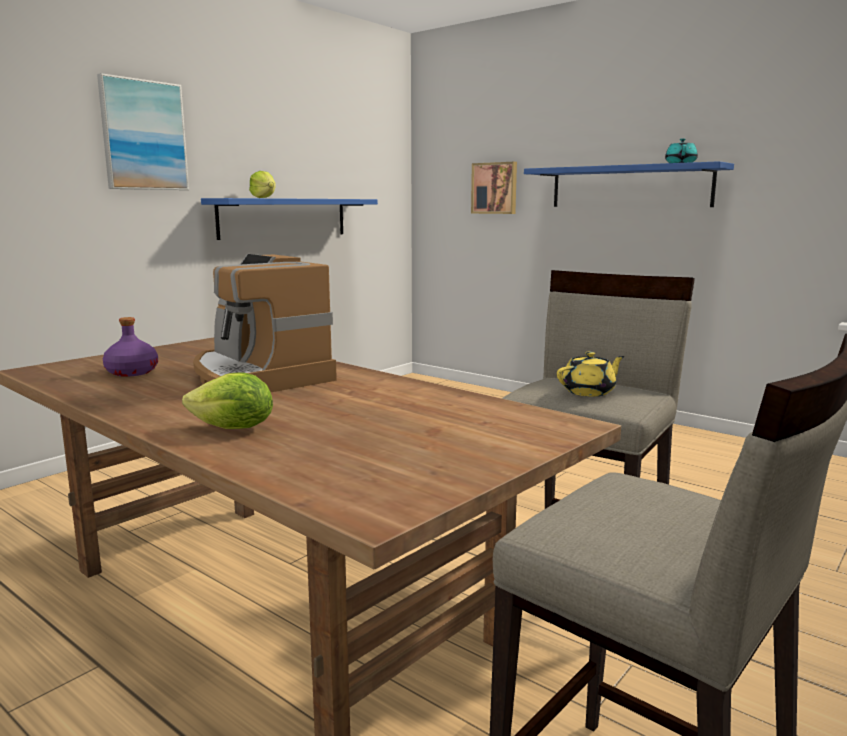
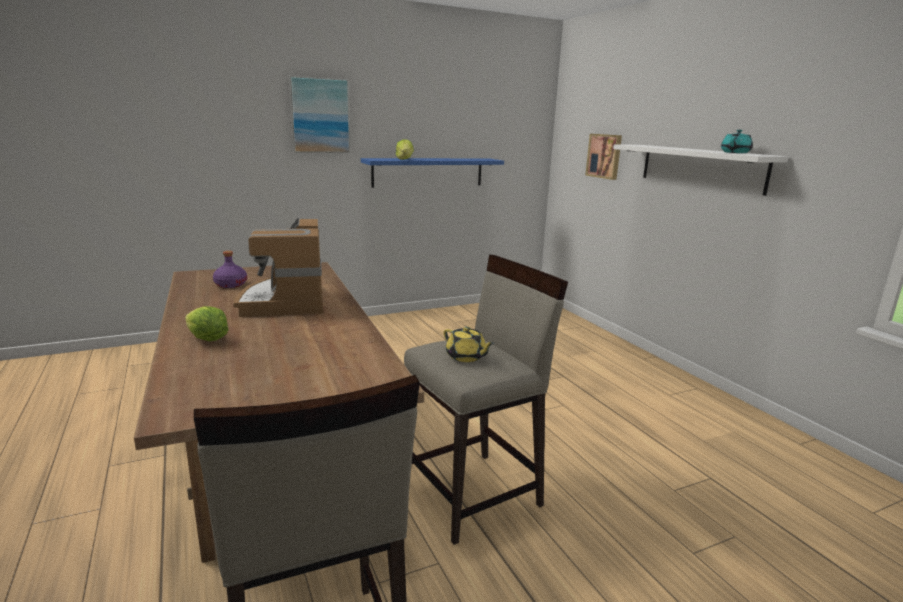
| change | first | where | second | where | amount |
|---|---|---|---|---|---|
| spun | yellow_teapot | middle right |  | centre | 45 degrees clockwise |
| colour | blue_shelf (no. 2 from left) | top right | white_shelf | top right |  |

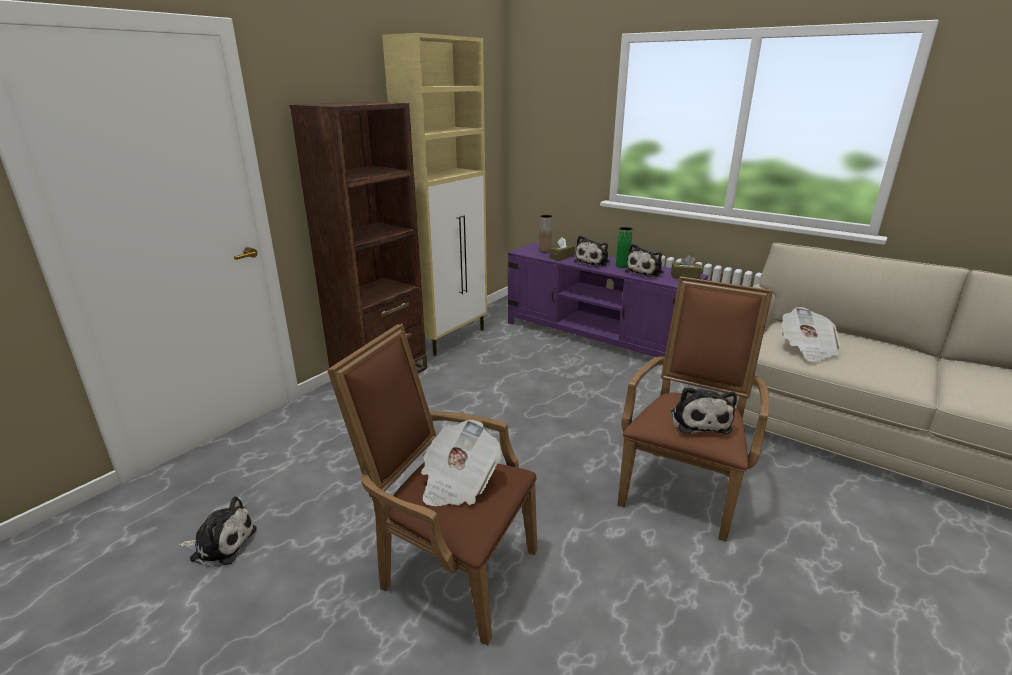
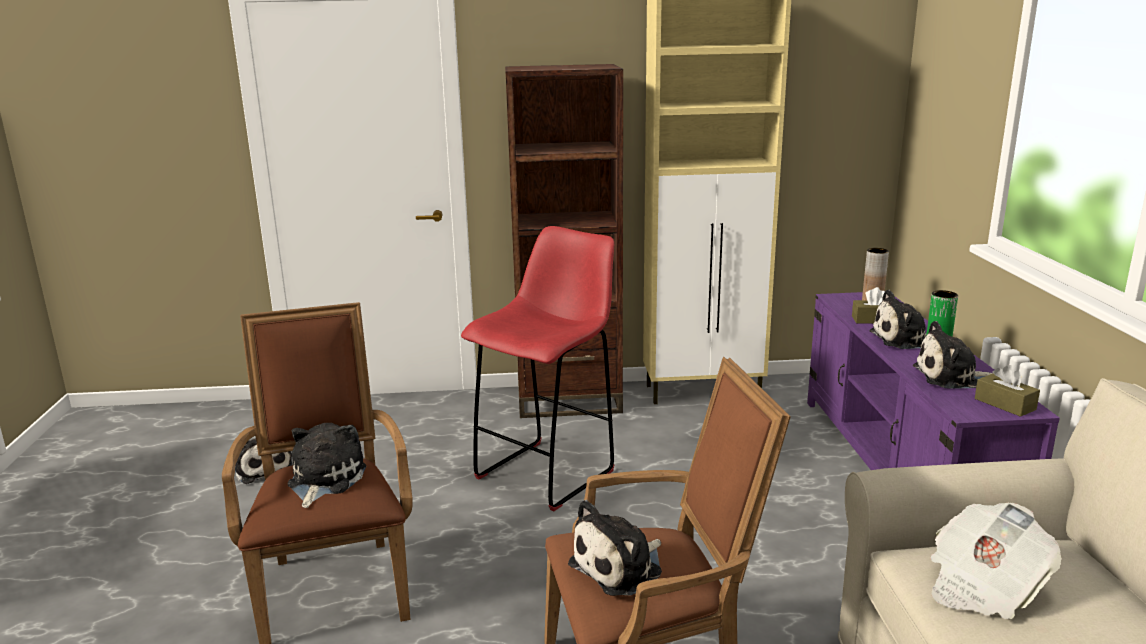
| change | first | where | second | where | amount |
|---|---|---|---|---|---|
| exchanged | newspaper (no. 1 from left) | bottom centre | plush_toy (no. 2 from left) | bottom left |  |
| appeared |  |  | red_stool | centre |  |

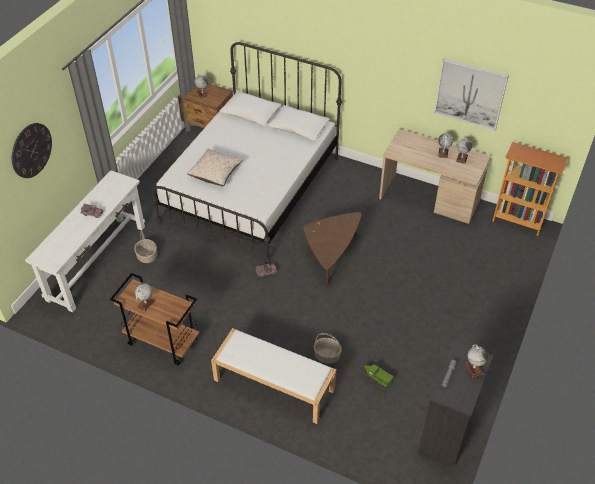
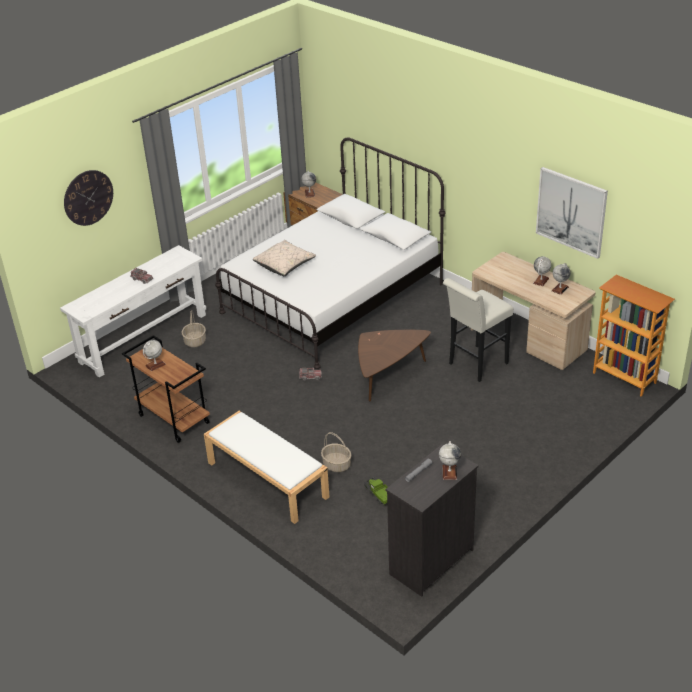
| change | first | where | second | where | amount |
|---|---|---|---|---|---|
| appeared |  |  | white_stool | middle right |  |

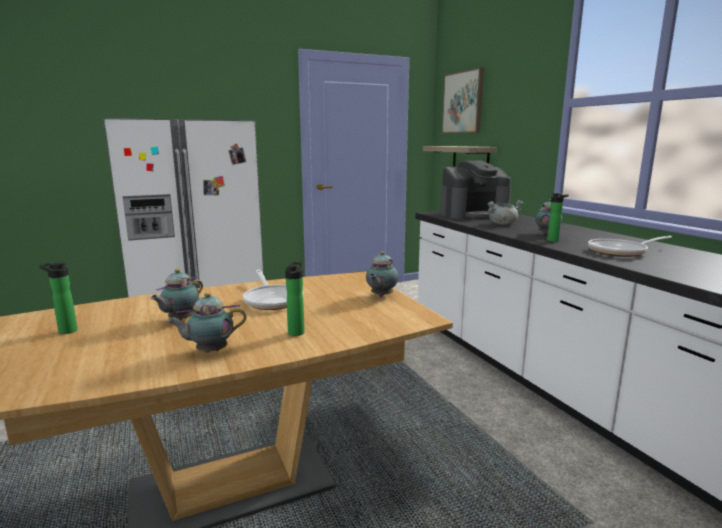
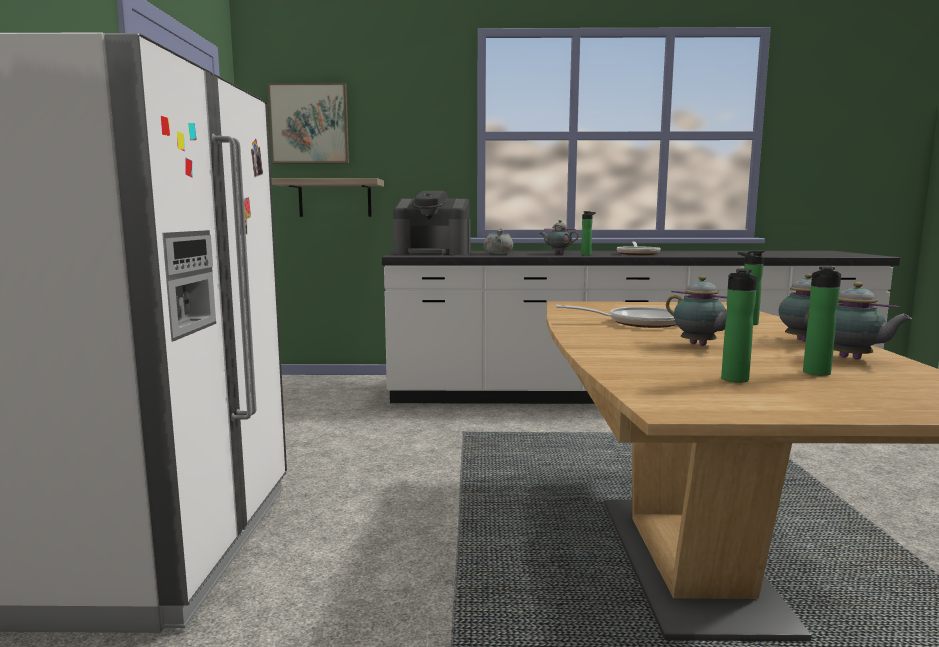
| change | first | where | second | where | amount |
|---|---|---|---|---|---|
| spun | coffee_machine | centre |  | centre | 90 degrees clockwise |
| appeared |  |  | bottle (no. 4 from left) | middle right |  |
| relocated | teapot (no. 3 from left in the first image) | centre | teapot (no. 4 from left) | middle right |  |

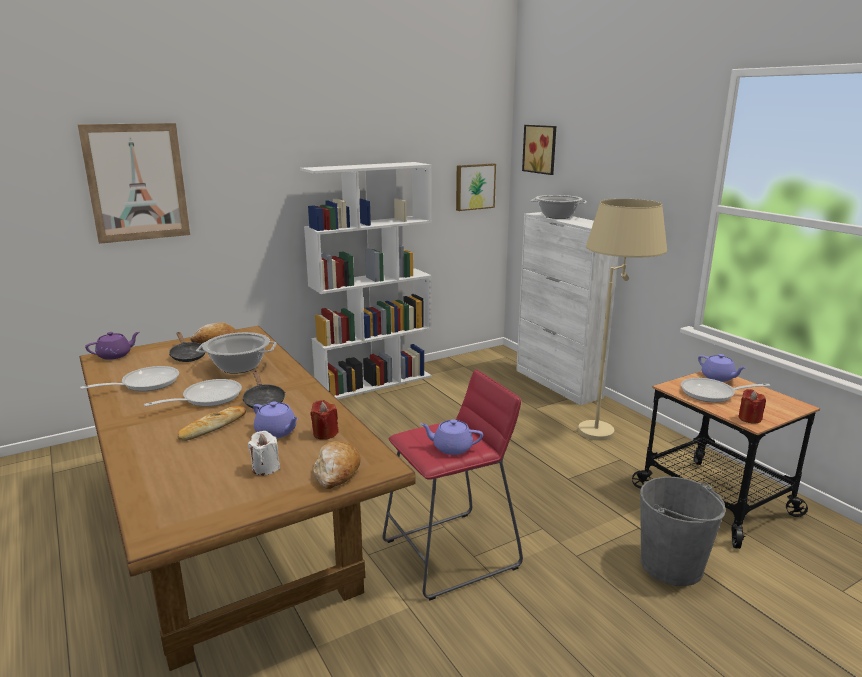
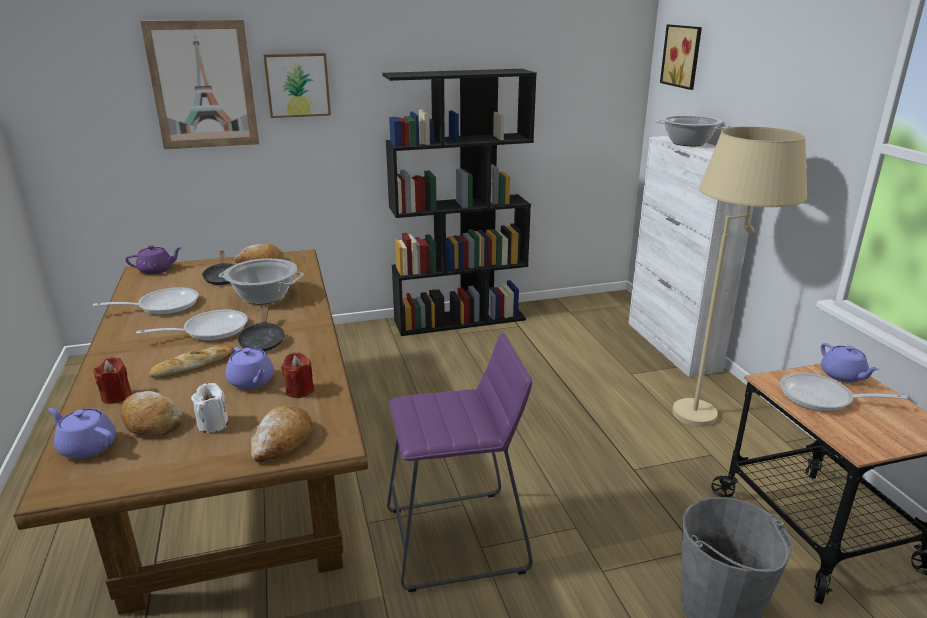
| change | first | where | second | where | amount |
|---|---|---|---|---|---|
| relocated | purple_teapot (no. 3 from left in the first image) | centre | purple_teapot (no. 1 from left) | bottom left |  |
| relocated | red_candle (no. 2 from left in the first image) | middle right | red_candle (no. 1 from left) | middle left |  |
| appeared |  |  | bread (no. 1 from left) | bottom left |  |
| relocated | picture (no. 2 from left) | top centre |  | top left |  |
| colour | white_bookcase | centre | black_bookcase | top centre |  |
| colour | red_stool | bottom centre | purple_stool | bottom centre |  |

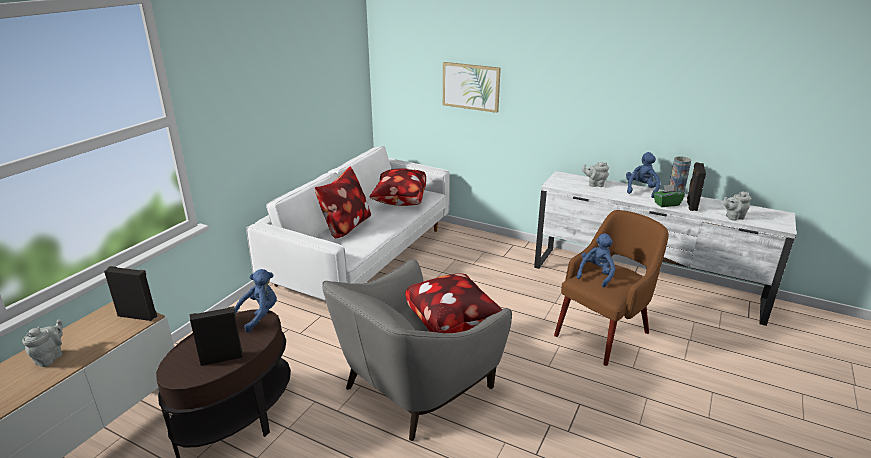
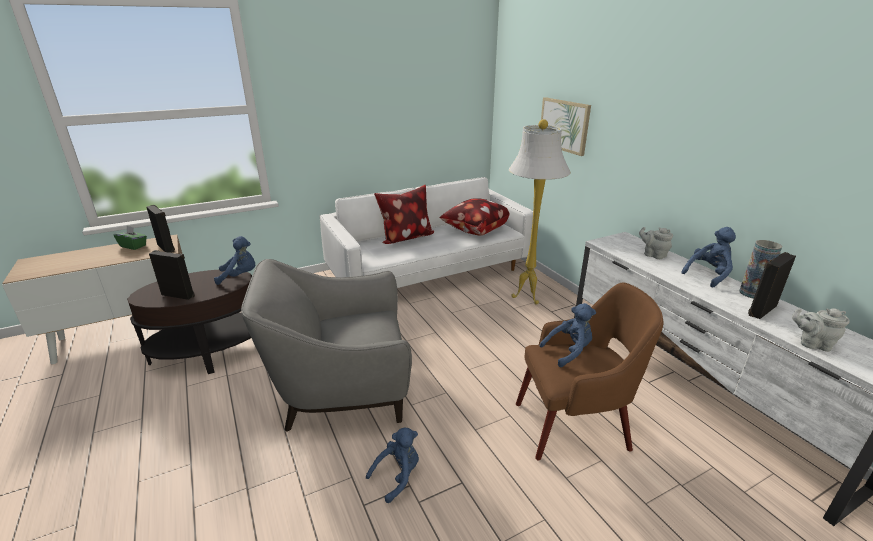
| change | first | where | second | where | amount |
|---|---|---|---|---|---|
| relocated | green_tissue_box | middle right |  | middle left |  |
| appeared |  |  | blue_plush_toy (no. 2 from left) | bottom centre |  |
| appeared |  |  | white_floor_lamp | centre |  |
| missing | grey_teapot (no. 1 from left) | bottom left |  |  |  |
| missing | pillow (no. 3 from left) | centre |  |  |  |

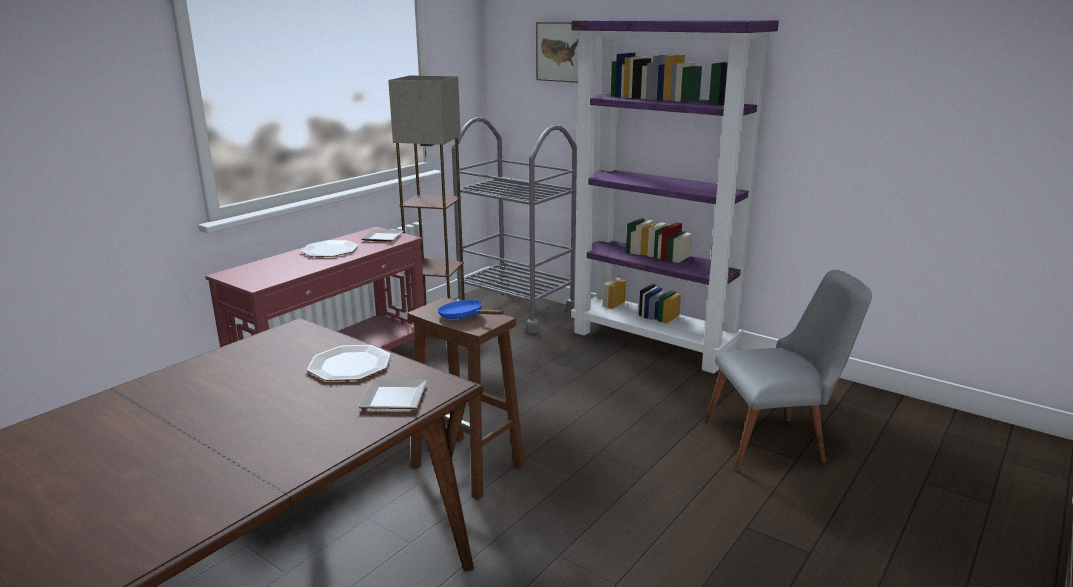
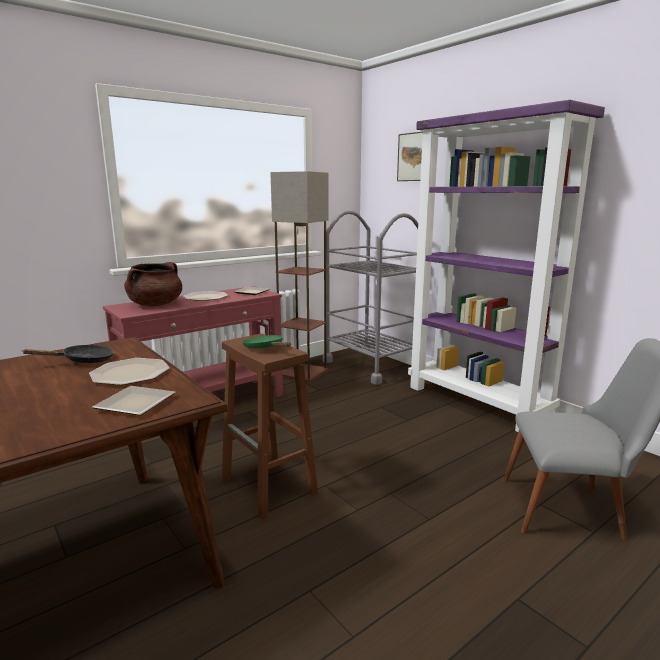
| change | first | where | second | where | amount |
|---|---|---|---|---|---|
| appeared |  |  | black_frying_pan | middle left |  |
| appeared |  |  | brown_cooking_pot | middle left |  |
| colour | blue_frying_pan | centre | green_frying_pan | centre |  |

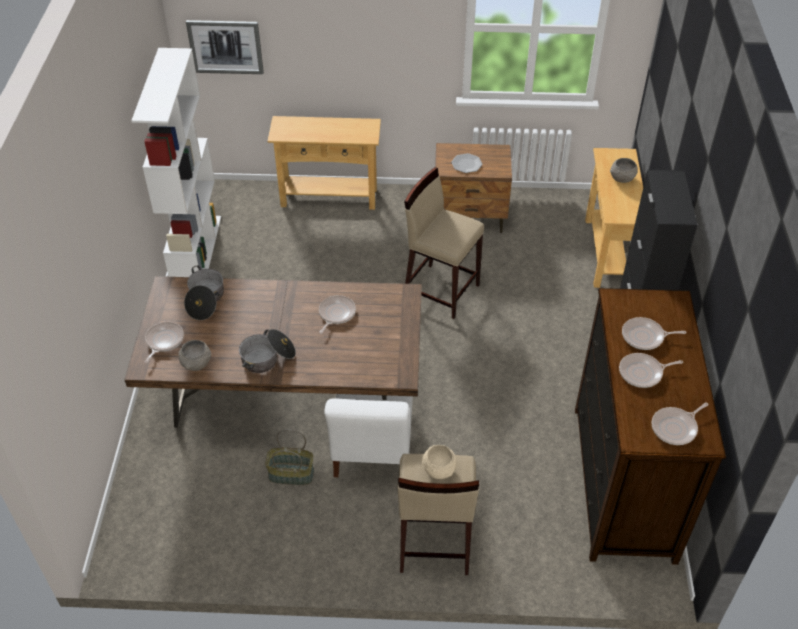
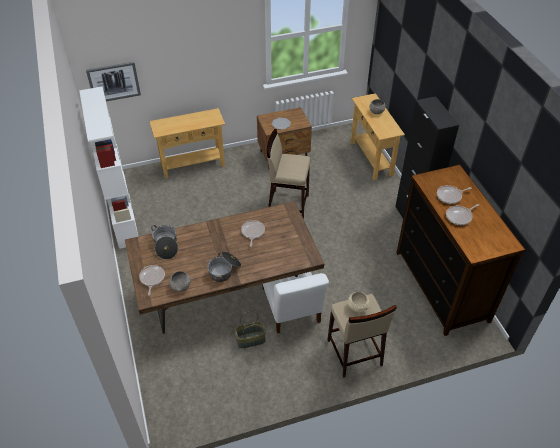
| change | first | where | second | where | amount |
|---|---|---|---|---|---|
| missing | frying_pan (no. 5 from left) | bottom right |  |  |  |

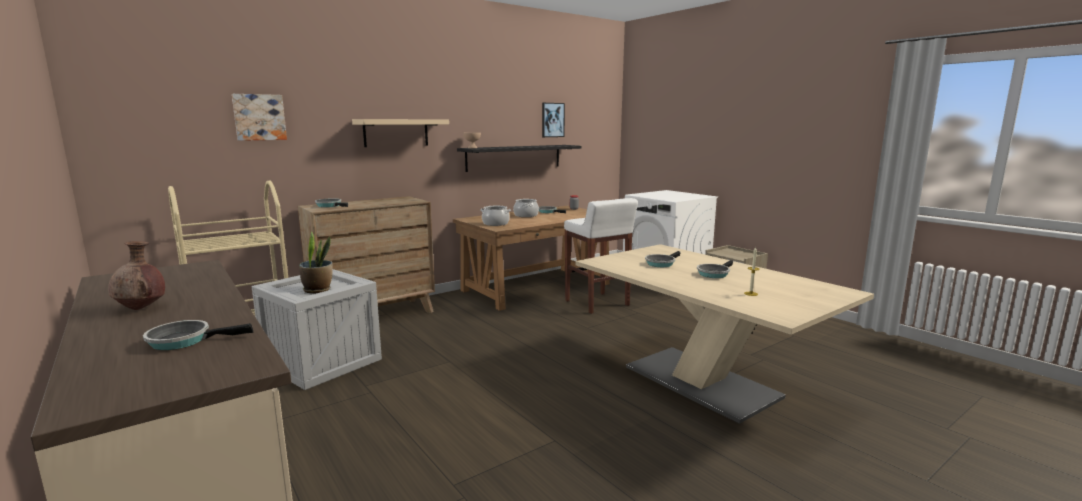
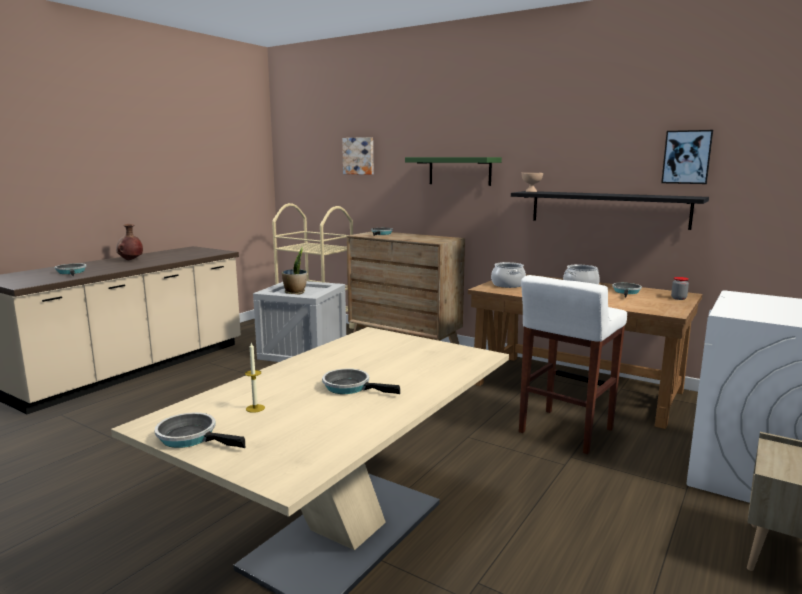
| change | first | where | second | where | amount |
|---|---|---|---|---|---|
| relocated | frying_pan (no. 4 from left in the first image) | centre | frying_pan (no. 2 from left) | bottom left |  |
| colour | beige_shelf | top centre | green_shelf | top centre |  |

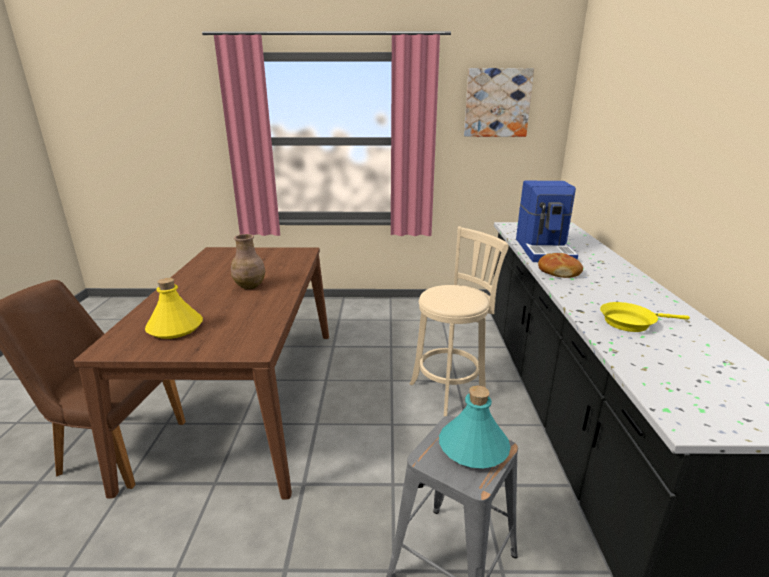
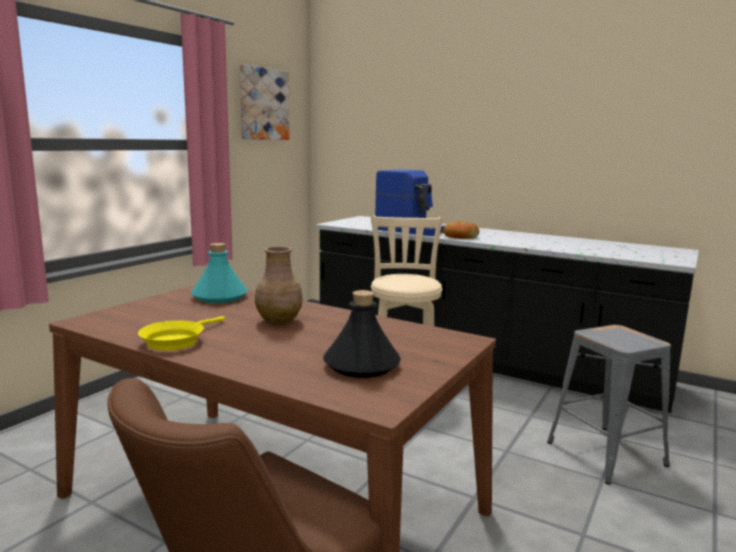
| change | first | where | second | where | amount |
|---|---|---|---|---|---|
| relocated | yellow_frying_pan | middle right |  | middle left |  |
| relocated | turquoise_bottle | bottom centre |  | middle left |  |
| colour | yellow_bottle | middle left | black_bottle | centre |  |

